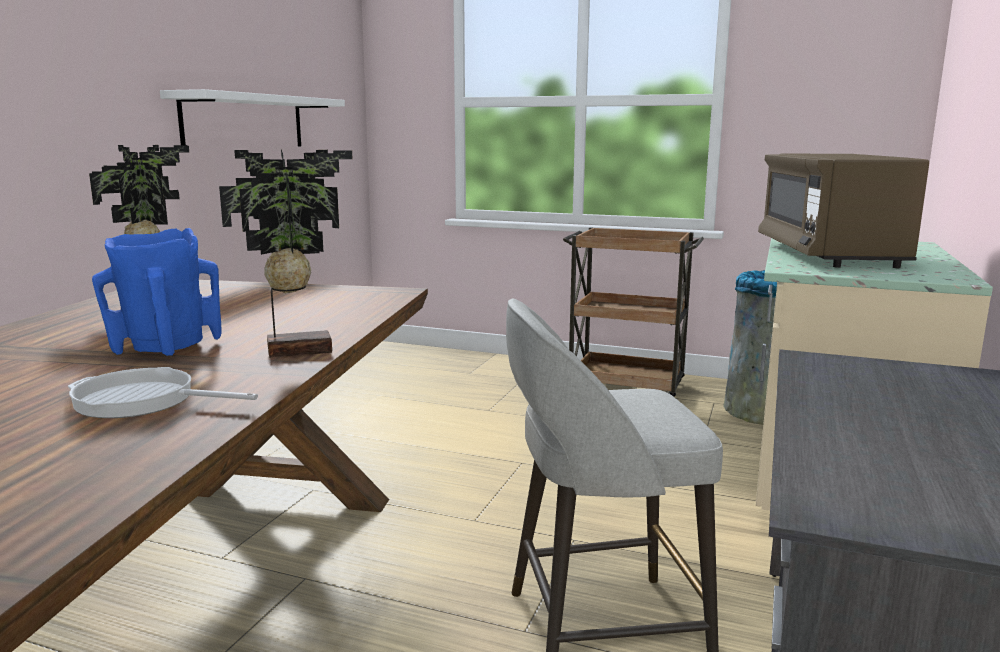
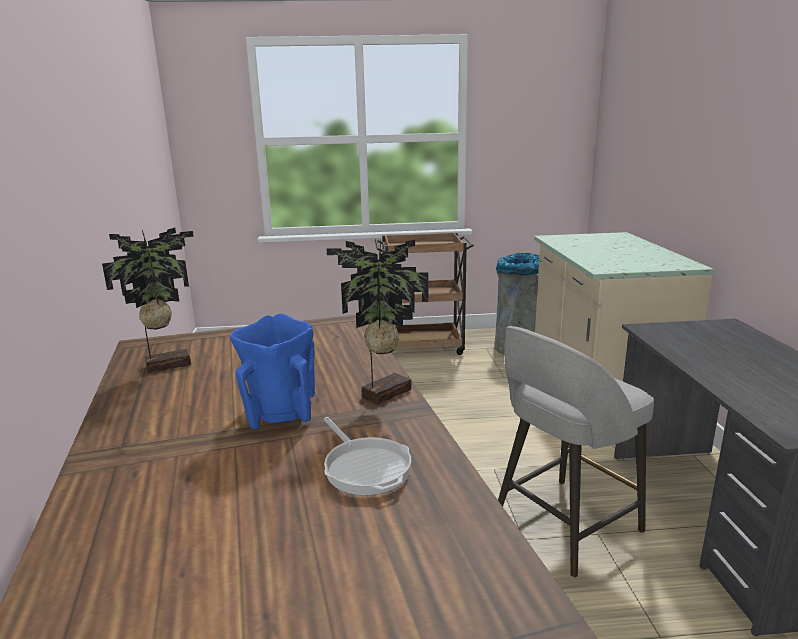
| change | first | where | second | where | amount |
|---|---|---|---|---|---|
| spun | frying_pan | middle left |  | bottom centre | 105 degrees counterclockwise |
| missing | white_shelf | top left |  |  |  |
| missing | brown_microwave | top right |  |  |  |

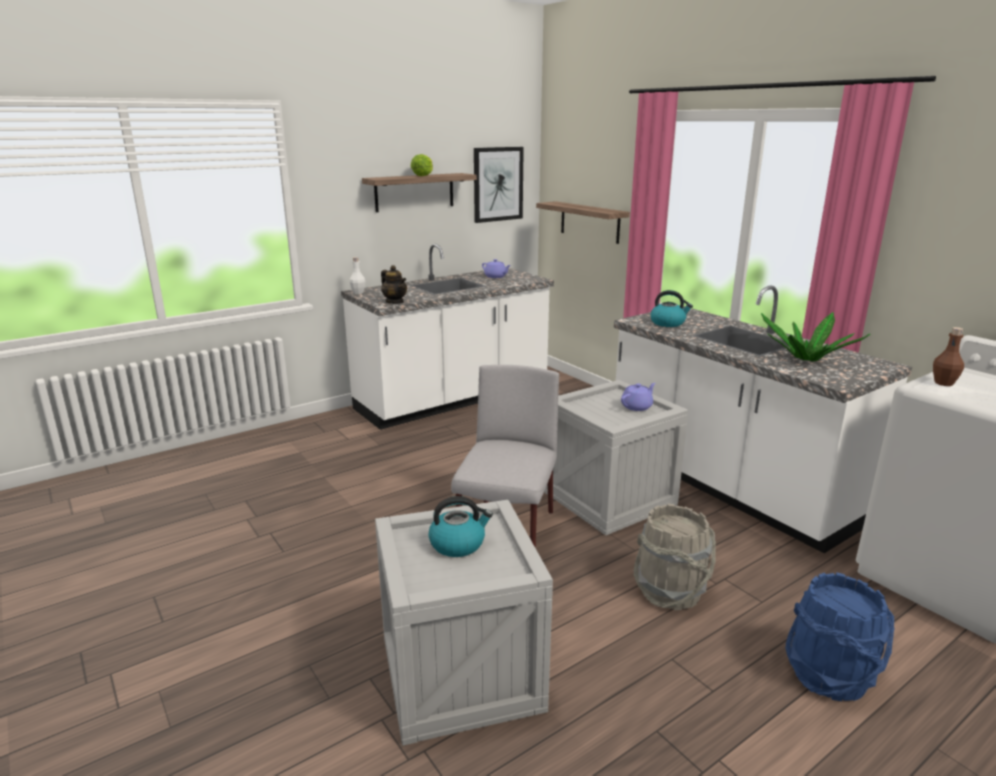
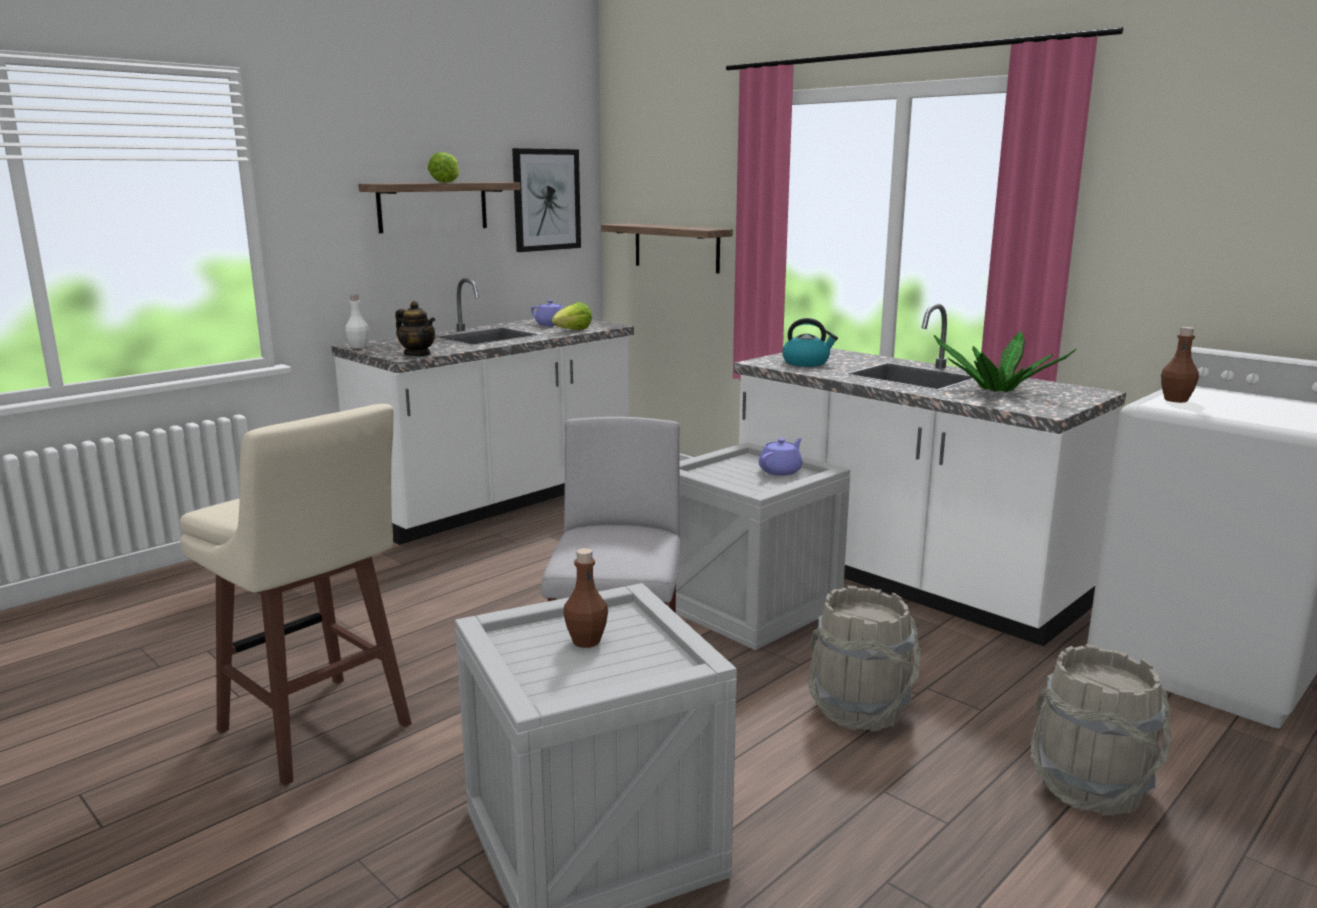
| change | first | where | second | where | amount |
|---|---|---|---|---|---|
| appeared |  |  | beige_stool | middle left |  |
| appeared |  |  | lettuce (no. 2 from left) | centre |  |
| exchanged | kettle (no. 1 from left) | bottom centre | brown_bottle (no. 1 from left) | centre |  |
| colour | blue_bucket | bottom right | grey_bucket (no. 2 from left) | bottom right |  |

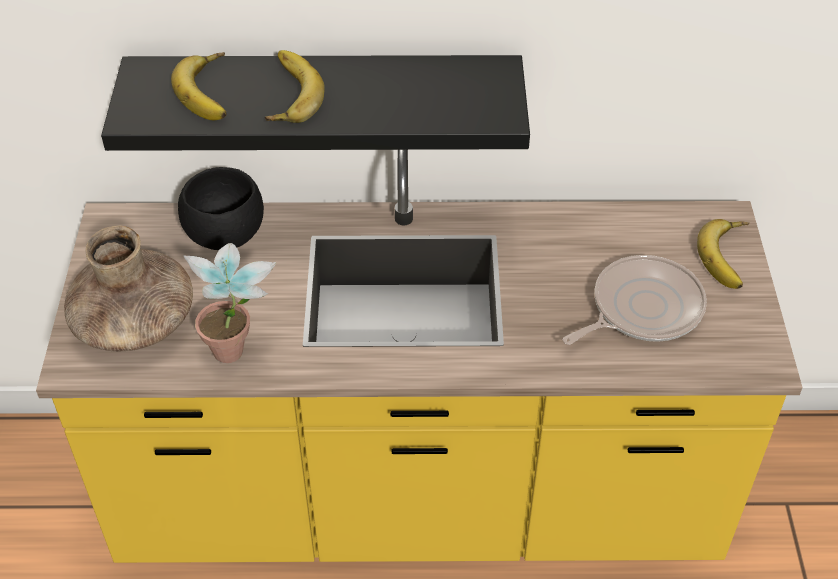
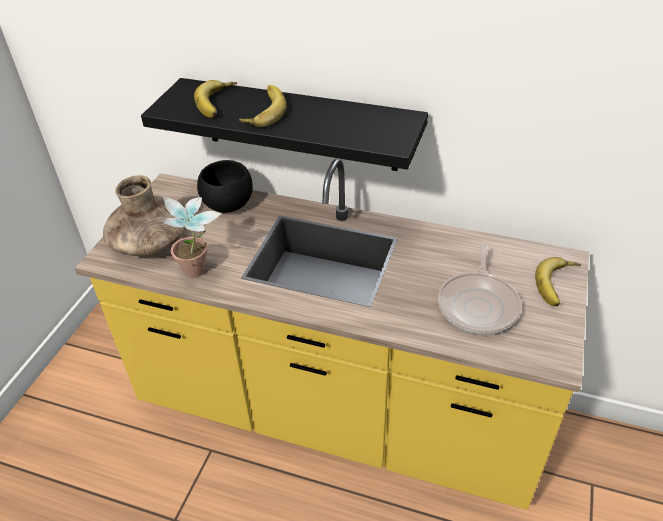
| change | first | where | second | where | amount |
|---|---|---|---|---|---|
| spun | frying_pan | middle right |  | middle right | 120 degrees clockwise |

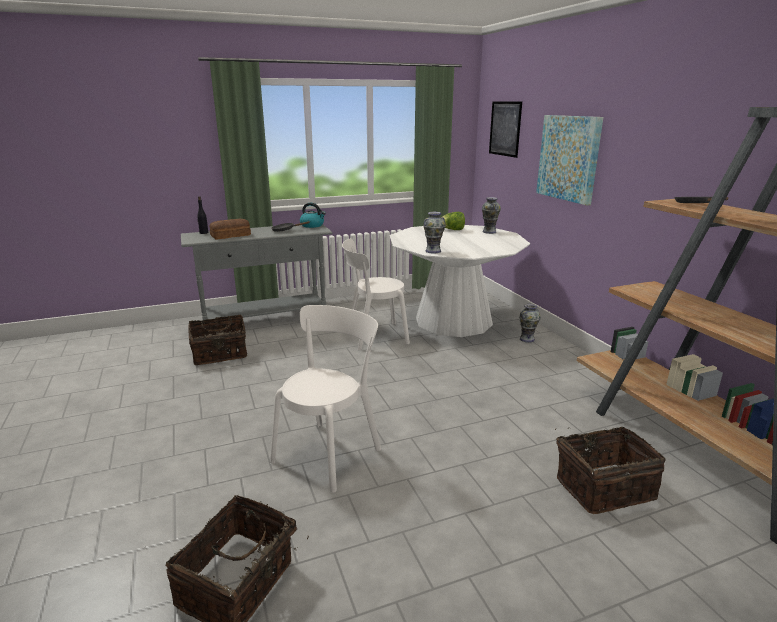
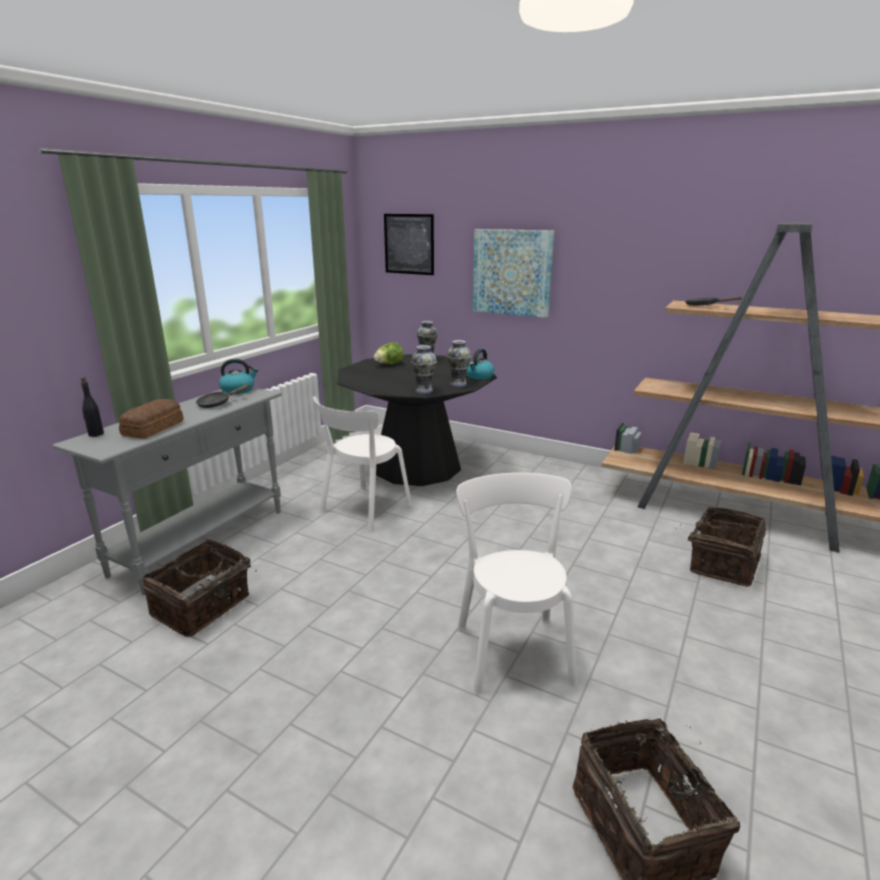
| change | first | where | second | where | amount |
|---|---|---|---|---|---|
| colour | white_dining_table | centre | black_dining_table | centre |  |
| relocated | vase (no. 3 from left) | middle right |  | centre |  |
| appeared |  |  | kettle (no. 2 from left) | centre |  |

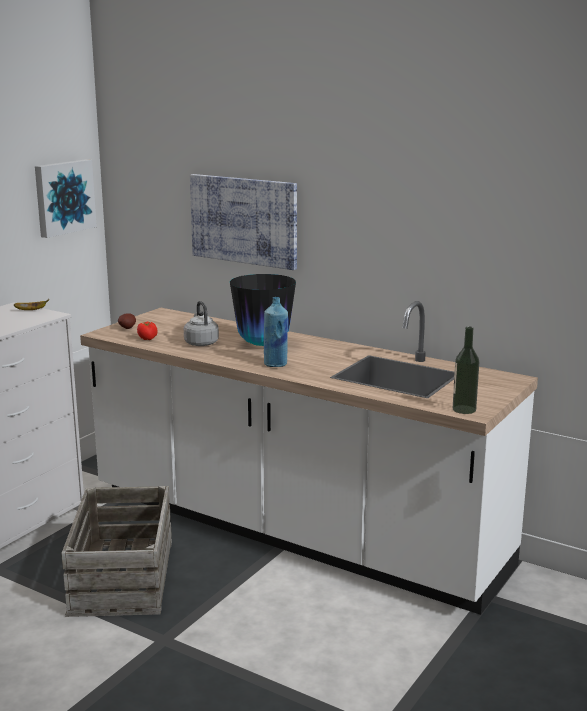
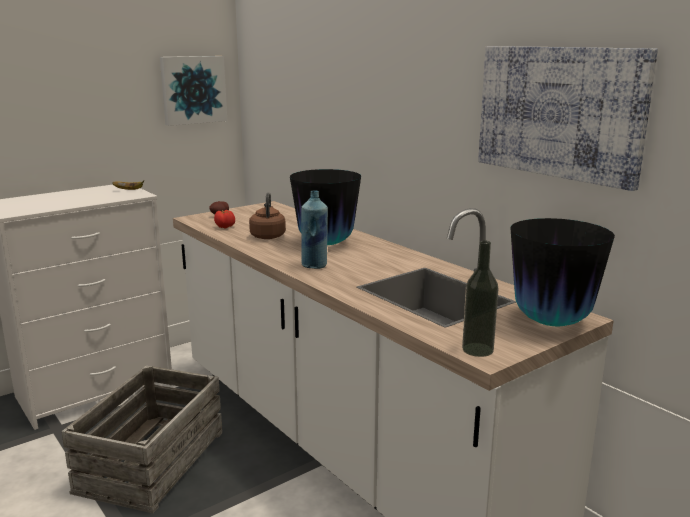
| change | first | where | second | where | amount |
|---|---|---|---|---|---|
| colour | grey_kettle | centre | brown_kettle | centre |  |
| relocated | picture (no. 2 from left) | top centre |  | top right |  |
| appeared |  |  | vase (no. 2 from left) | middle right |  |

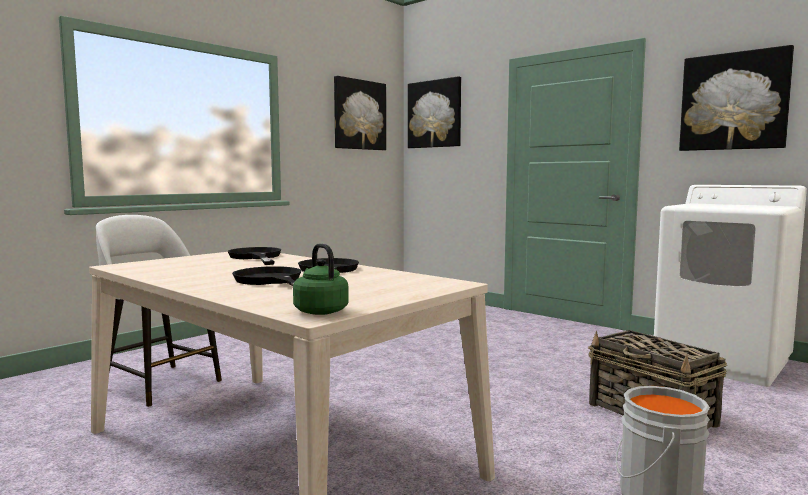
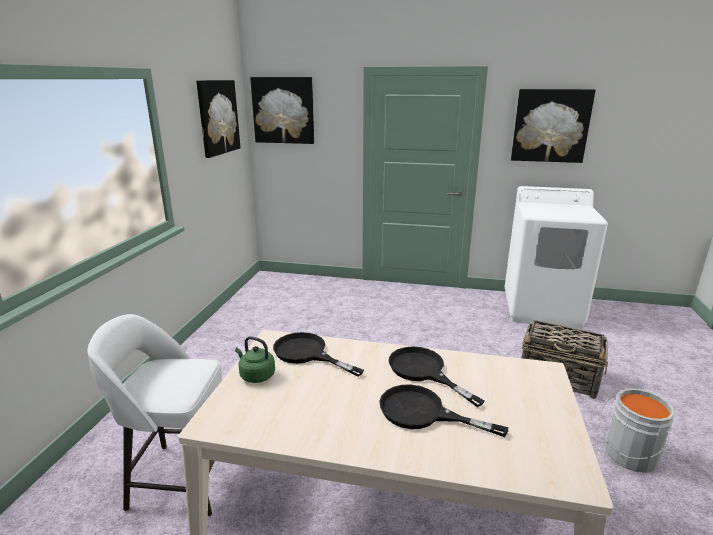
| change | first | where | second | where | amount |
|---|---|---|---|---|---|
| relocated | green_kettle | centre |  | bottom centre |  |

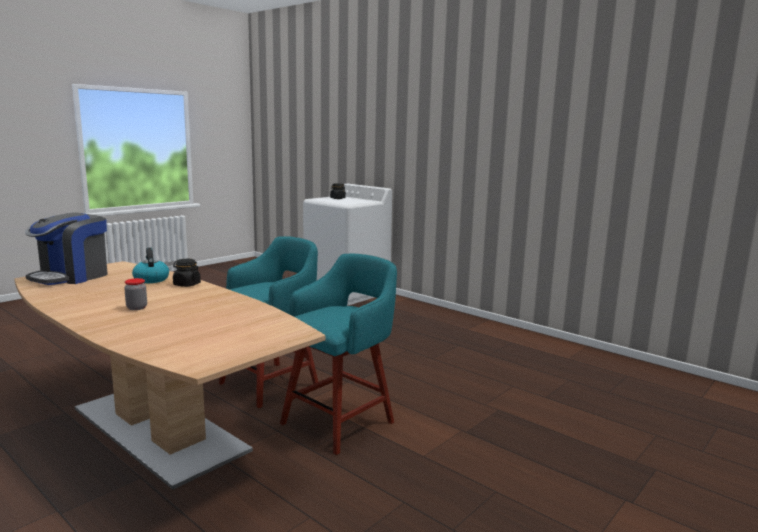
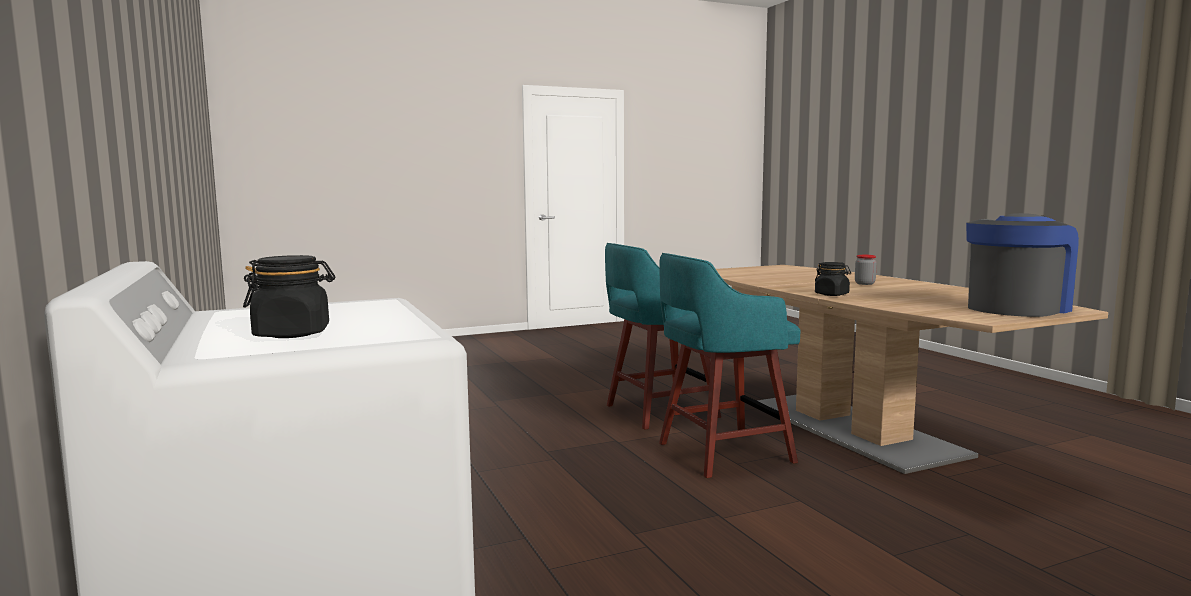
| change | first | where | second | where | amount |
|---|---|---|---|---|---|
| missing | kettle | middle left |  |  |  |

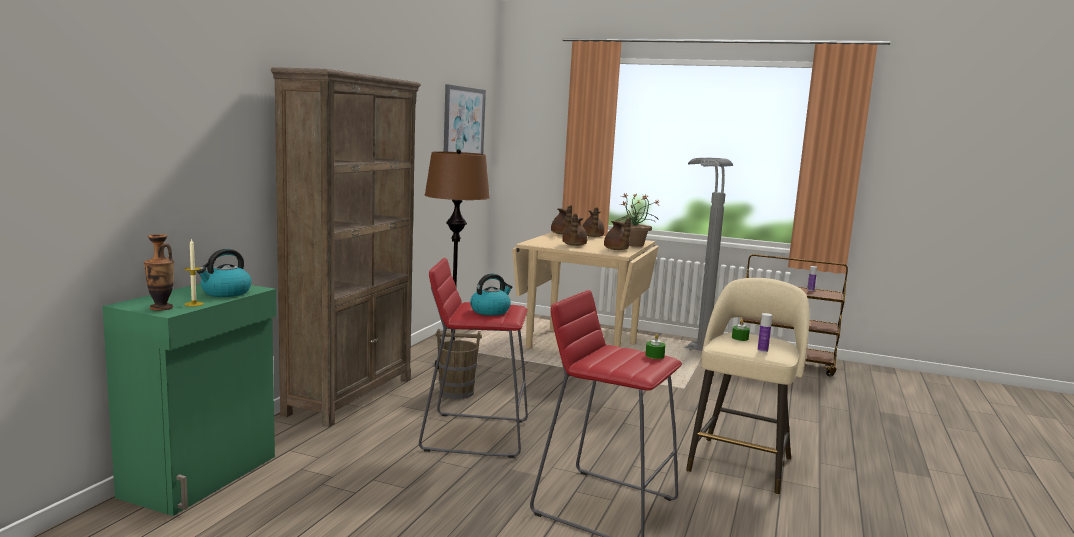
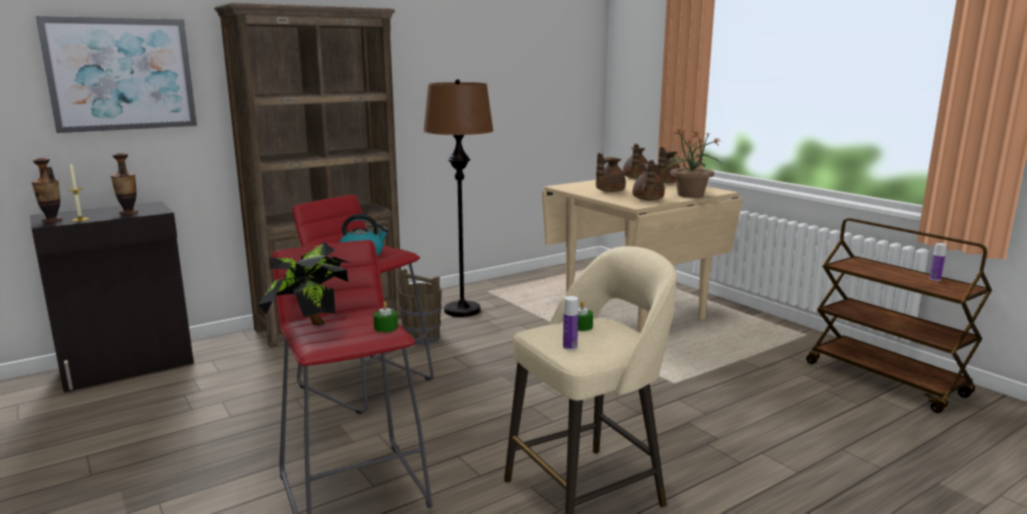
| change | first | where | second | where | amount |
|---|---|---|---|---|---|
| colour | green_cabinet | bottom left | black_cabinet | middle left |  |
| relocated | picture | top centre |  | top left |  |
| exchanged | kettle (no. 1 from left) | middle left | vase (no. 2 from left) | middle left |  |
| appeared |  |  | potted_plant (no. 1 from left) | middle left |  |
| missing | grey_floor_lamp | centre |  |  |  |

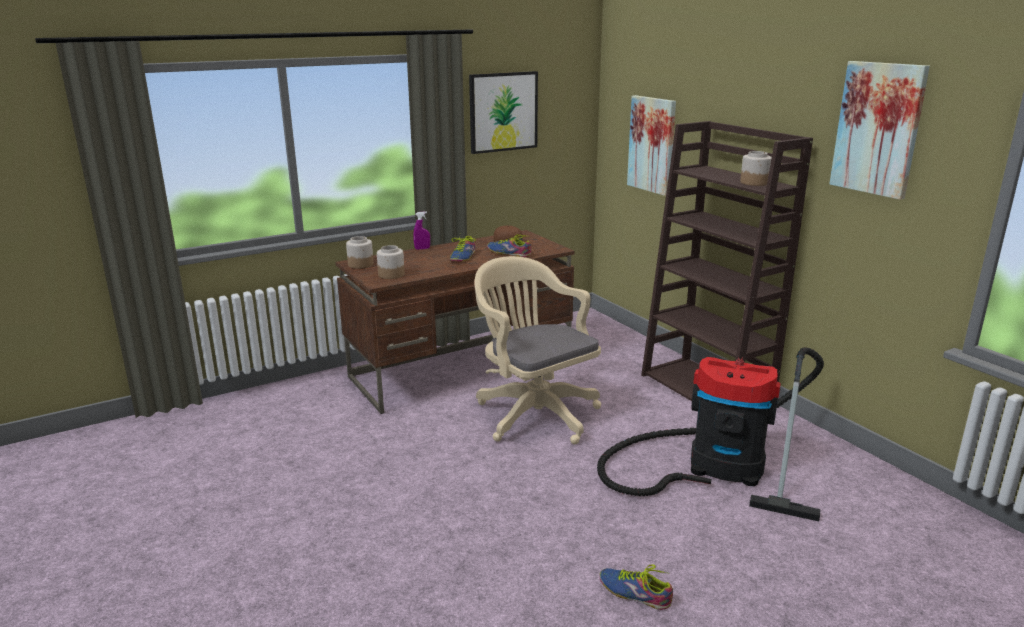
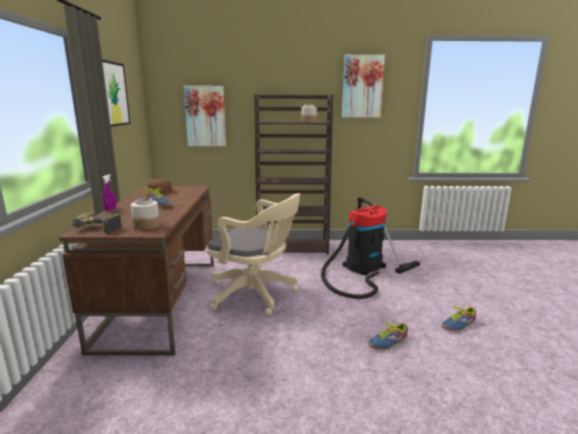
| change | first | where | second | where | amount |
|---|---|---|---|---|---|
| exchanged | jar (no. 1 from left) | centre | power_drill | middle left |  |
| spun | beige_office_chair | centre |  | centre | 150 degrees counterclockwise |
| relocated | shoe (no. 2 from left) | centre |  | bottom right |  |

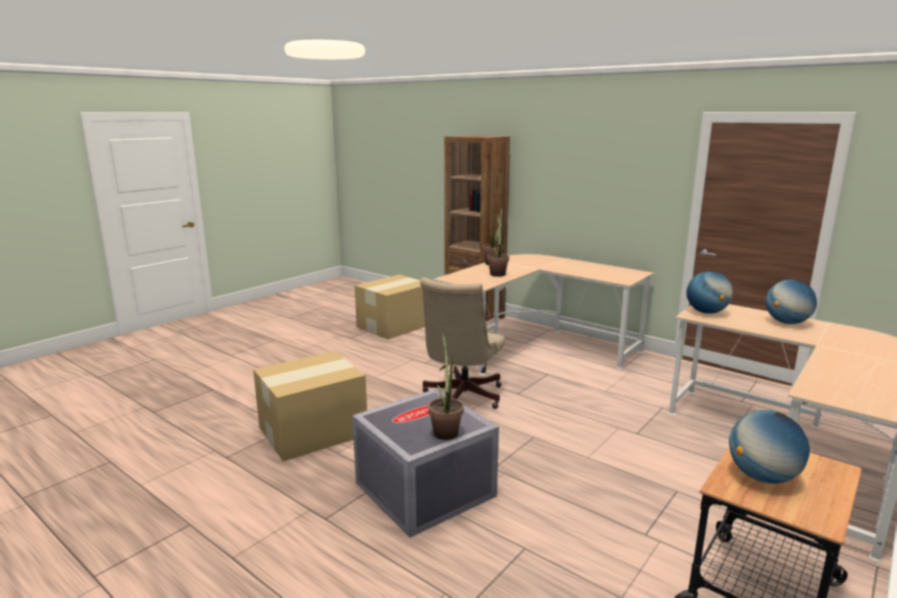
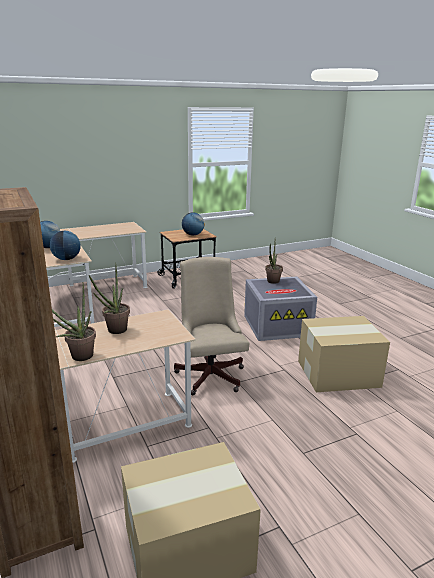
| change | first | where | second | where | amount |
|---|---|---|---|---|---|
| spun | beige_office_chair | centre |  | centre | 60 degrees counterclockwise |

